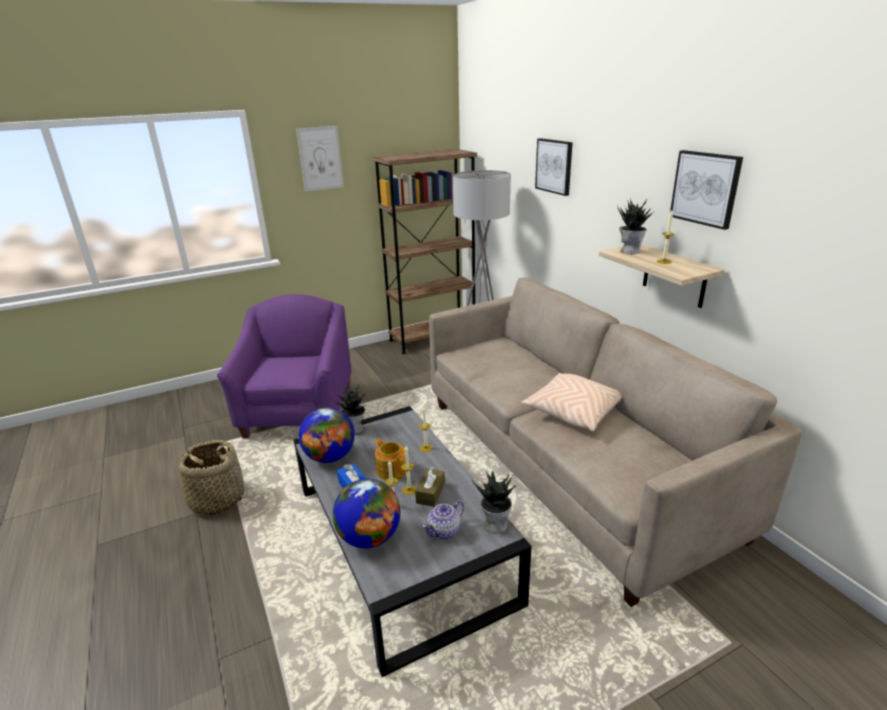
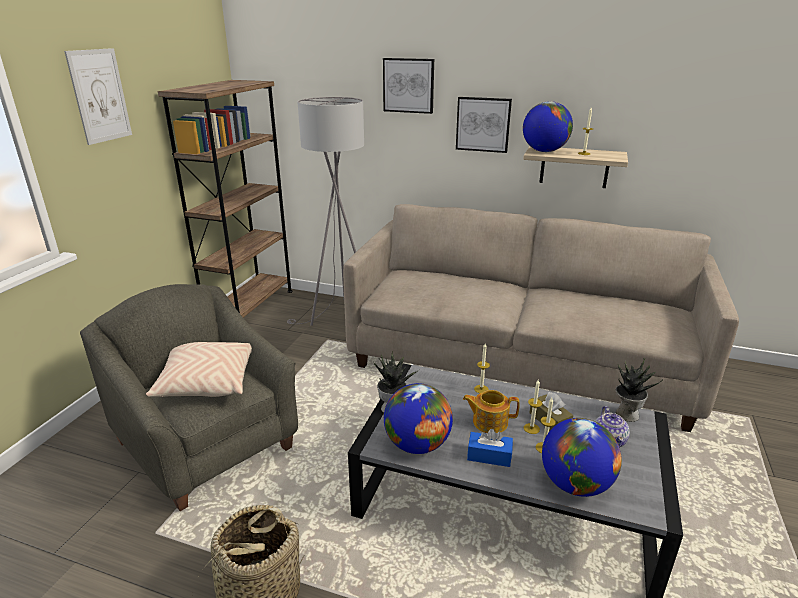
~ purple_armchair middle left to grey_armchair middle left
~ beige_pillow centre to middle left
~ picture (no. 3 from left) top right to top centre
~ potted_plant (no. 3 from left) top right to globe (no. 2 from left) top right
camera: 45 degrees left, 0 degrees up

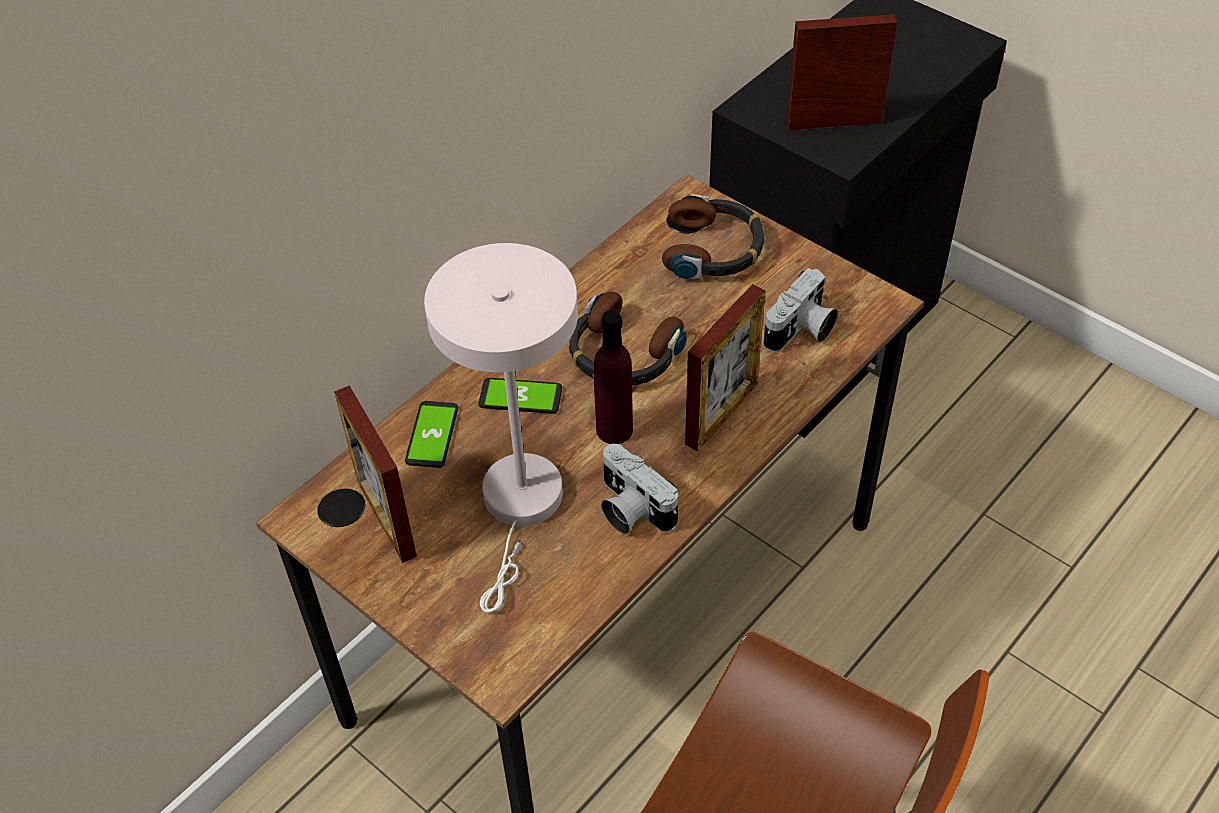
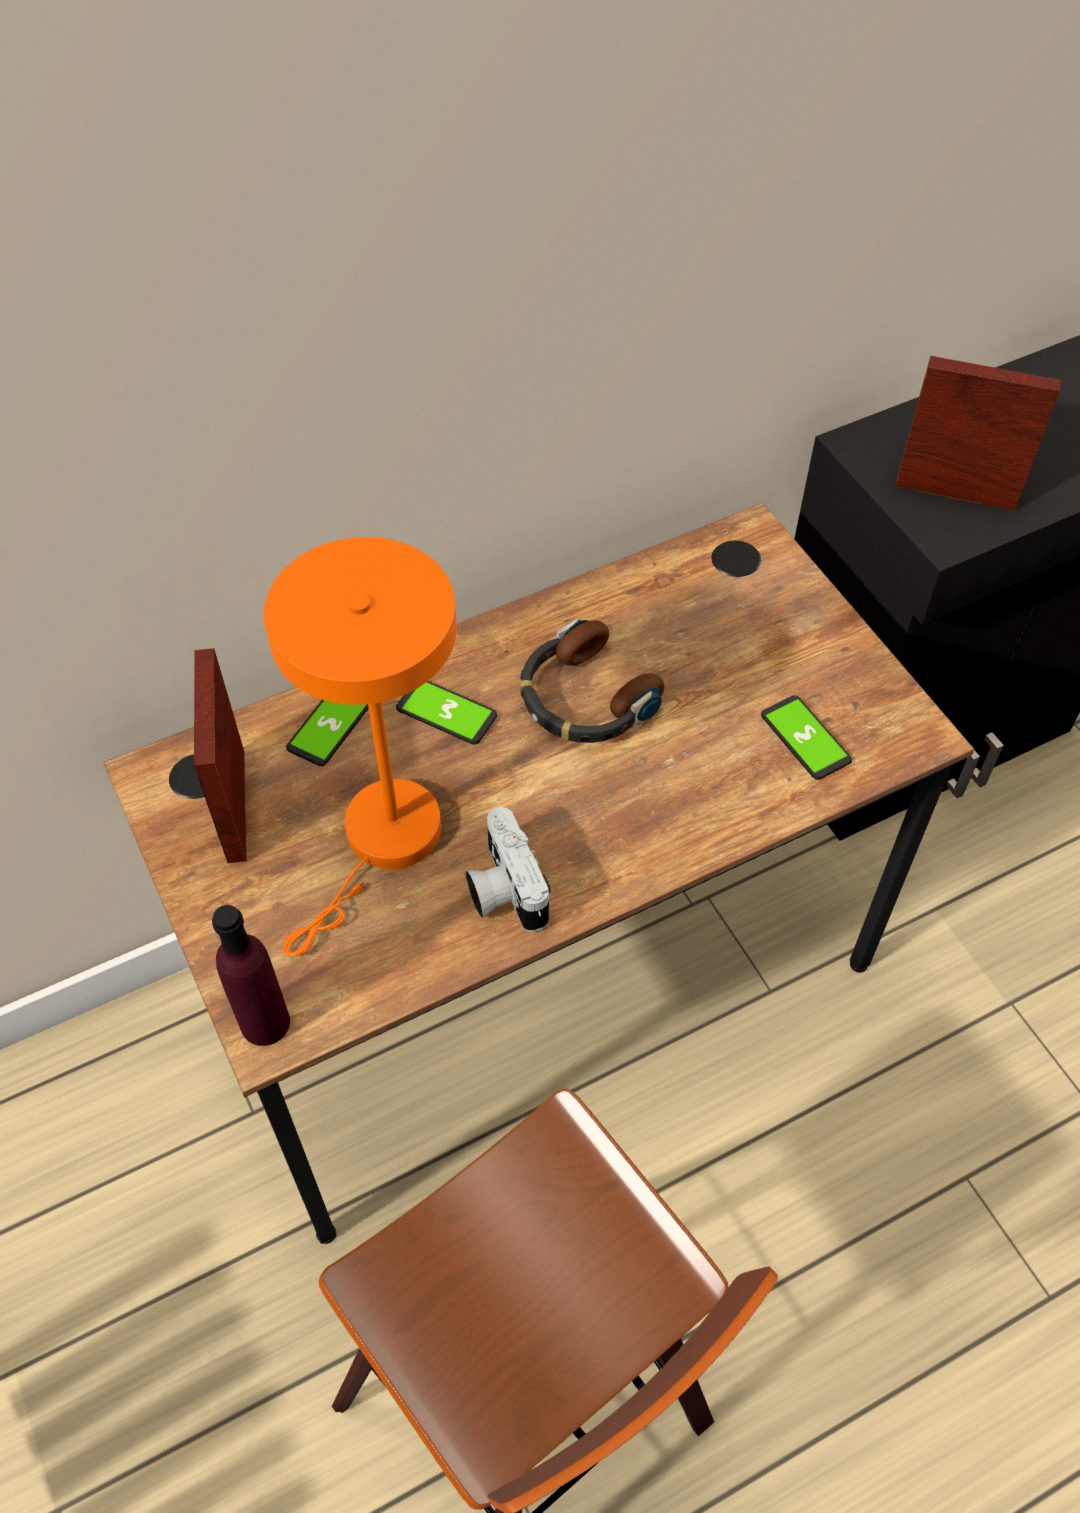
~ purple_bottle centre to middle left
~ white_table_lamp centre to orange_table_lamp centre
~ photo_camera (no. 2 from left) centre to phone (no. 3 from left) middle right
- headphones (no. 2 from left) top centre
- picture_frame (no. 2 from left) centre
camera: 20 degrees right, 5 degrees up

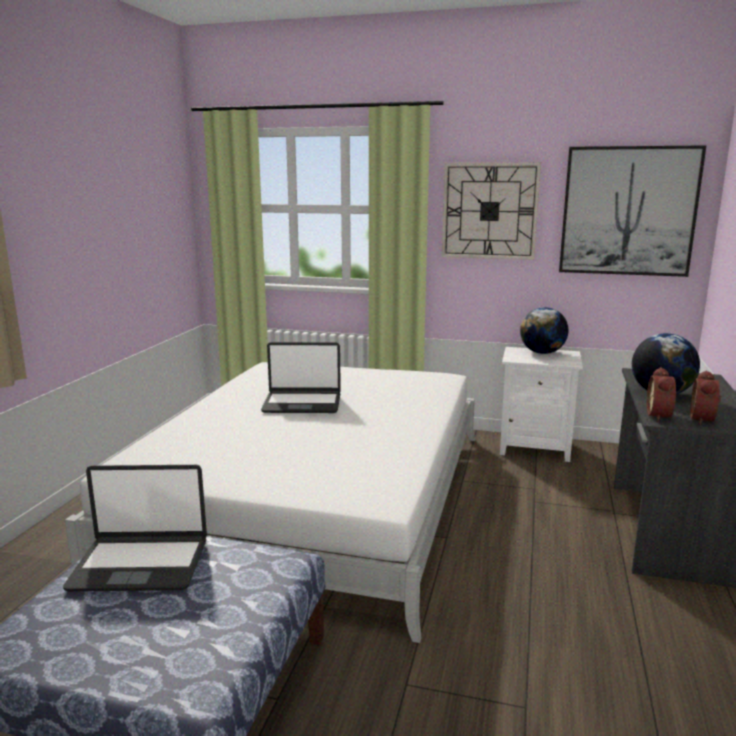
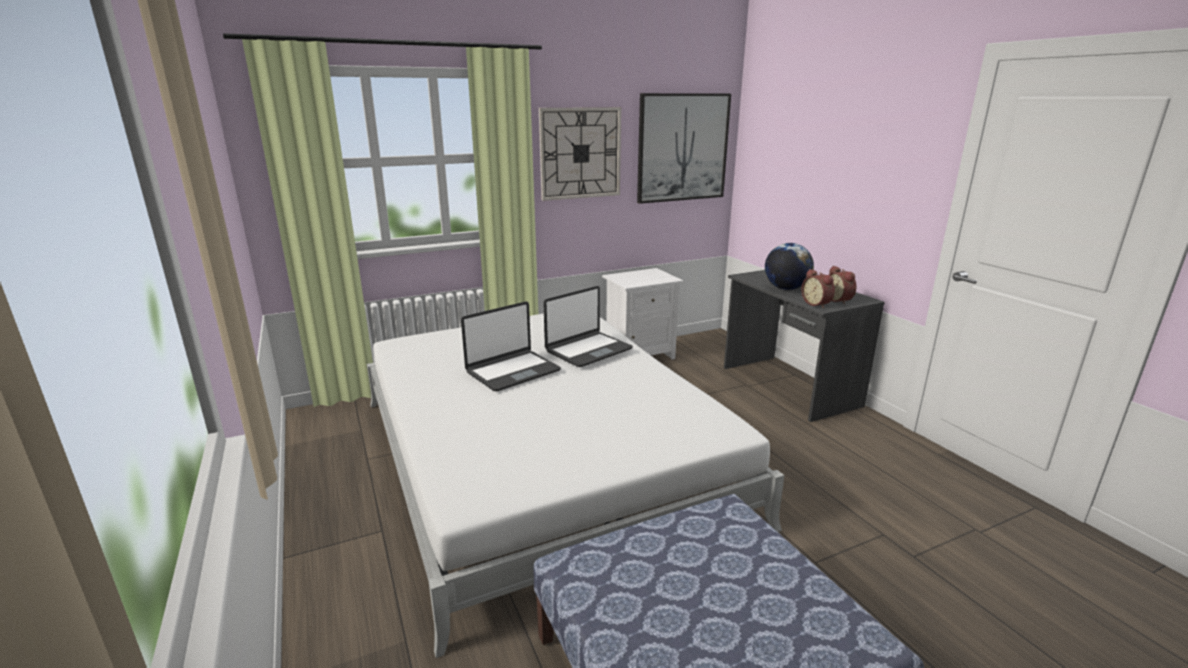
~ laptop (no. 1 from left in the first image) bottom left to laptop (no. 2 from left) centre
- globe (no. 1 from left) middle right
camera: 40 degrees left, 5 degrees up

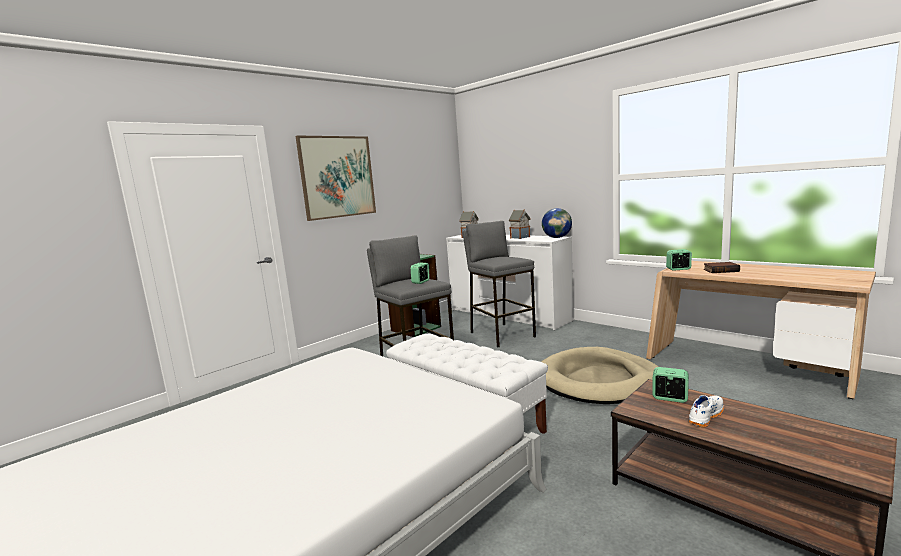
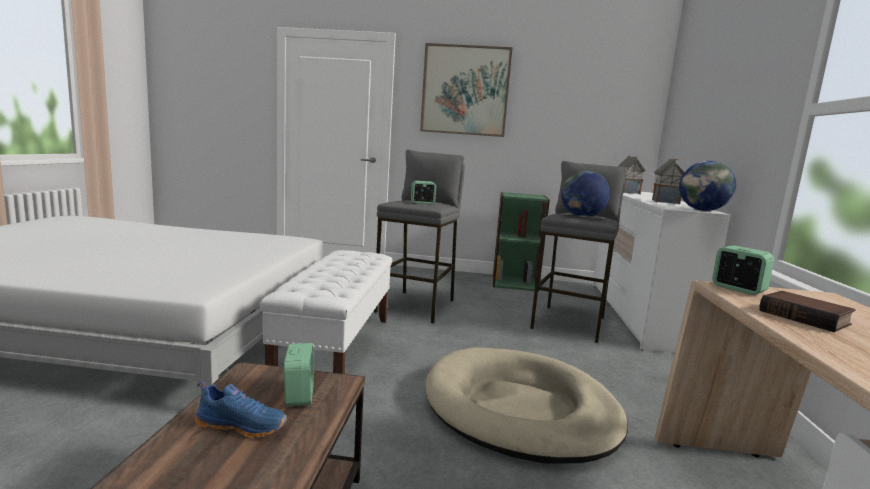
~ white_shoe bottom right to blue_shoe bottom left
+ globe (no. 1 from left) middle right
camera: 50 degrees right, 0 degrees up

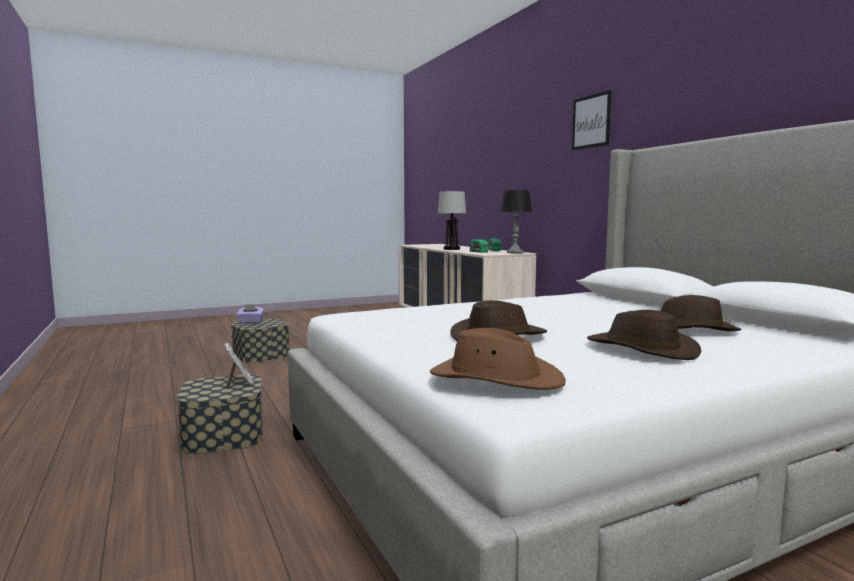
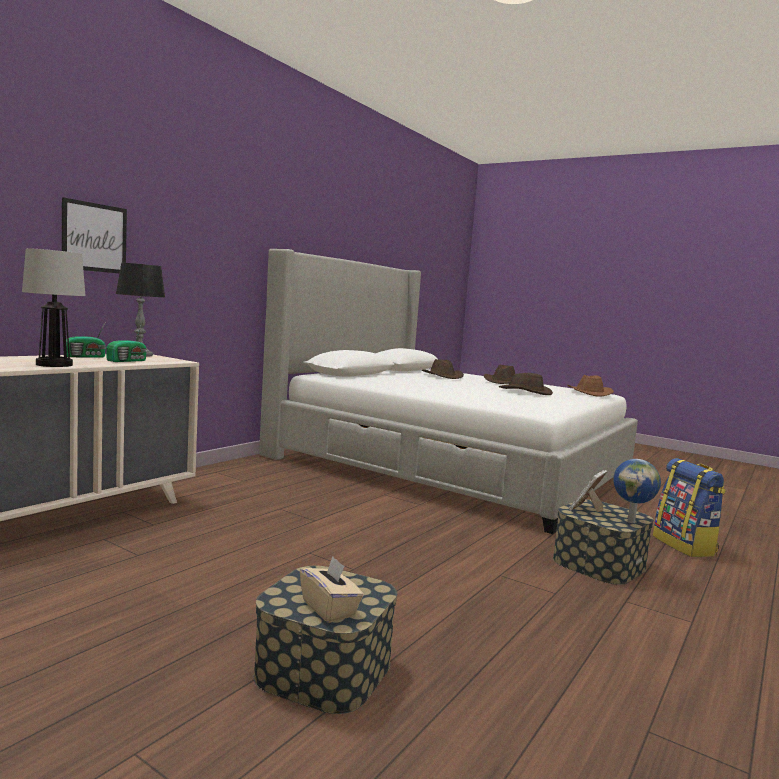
~ picture top right to top left
~ purple_tissue_box middle left to beige_tissue_box bottom centre
+ globe middle right
+ backpack middle right
camera: 120 degrees left, 0 degrees up

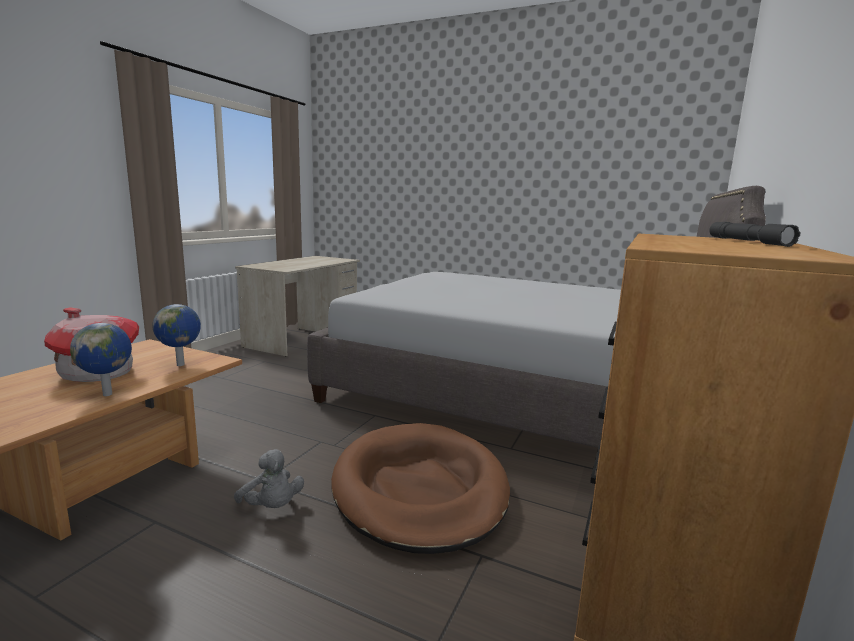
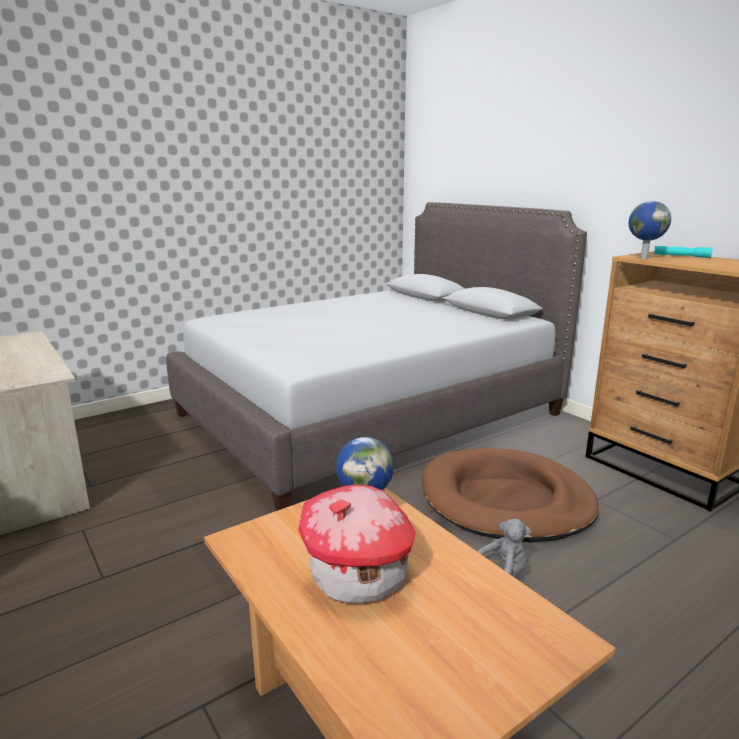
~ globe (no. 1 from left in the first image) middle left to globe (no. 2 from left) top right
~ grey_flashlight middle right to turquoise_flashlight middle right
camera: 60 degrees left, 5 degrees up

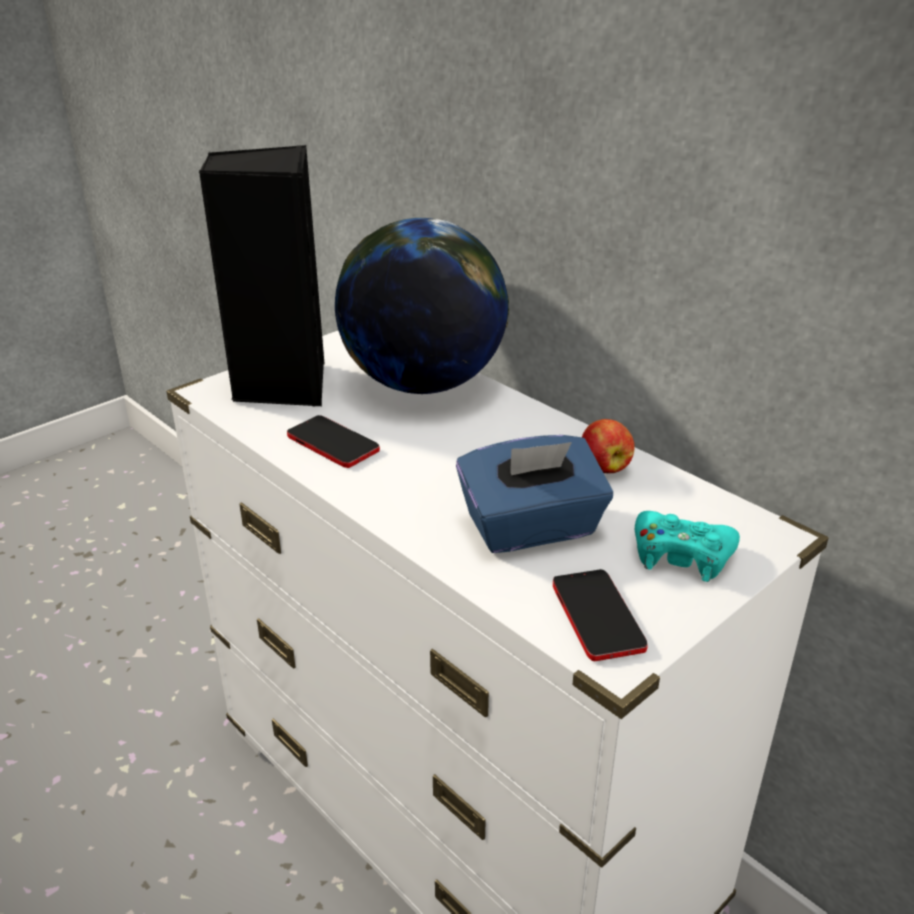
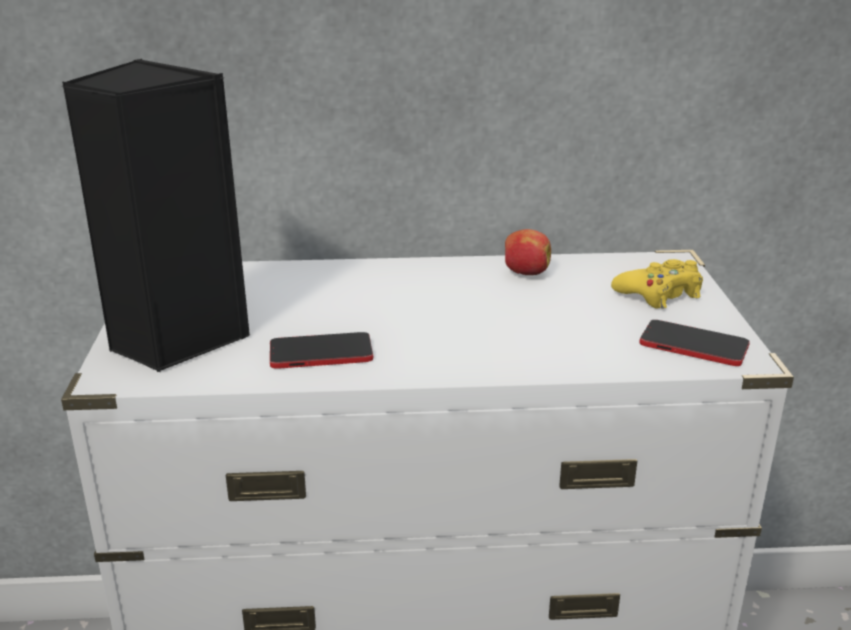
~ turquoise_game_controller middle right to yellow_game_controller middle right
- globe centre
- blue_tissue_box centre
camera: 50 degrees left, 5 degrees down

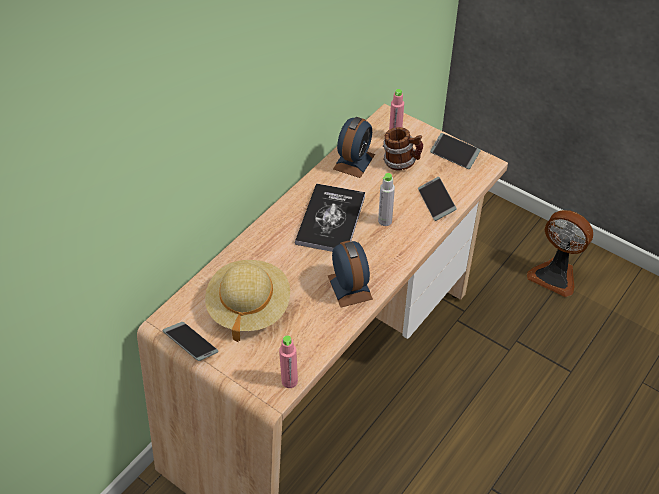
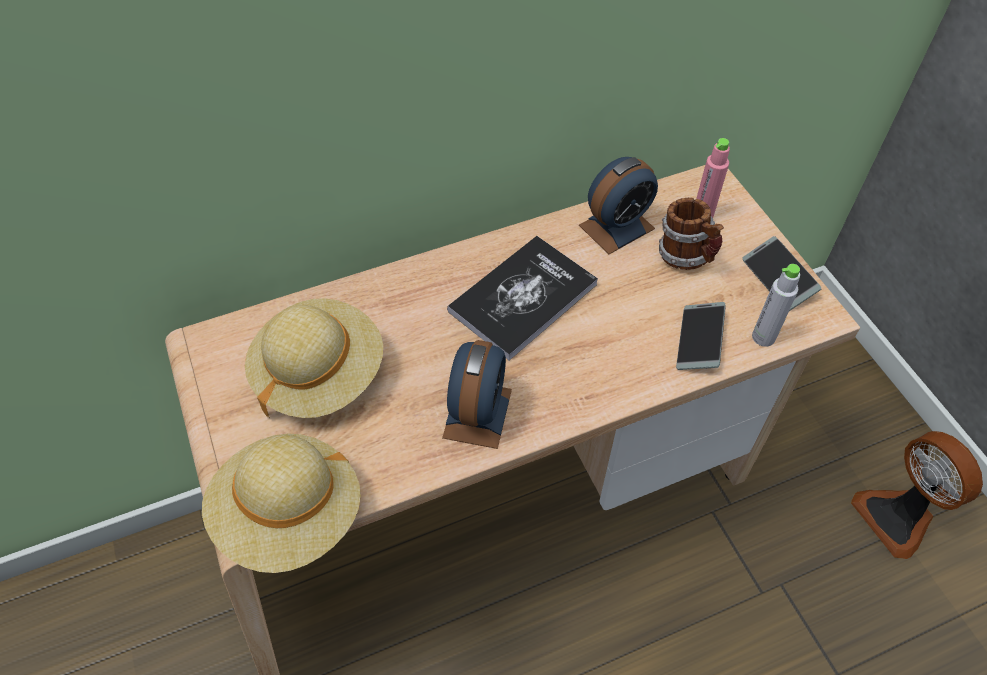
~ pink_bottle (no. 1 from left) bottom centre to beige_hat (no. 1 from left) bottom left
~ grey_bottle centre to middle right
- phone (no. 1 from left) bottom left
camera: 30 degrees right, 5 degrees up

